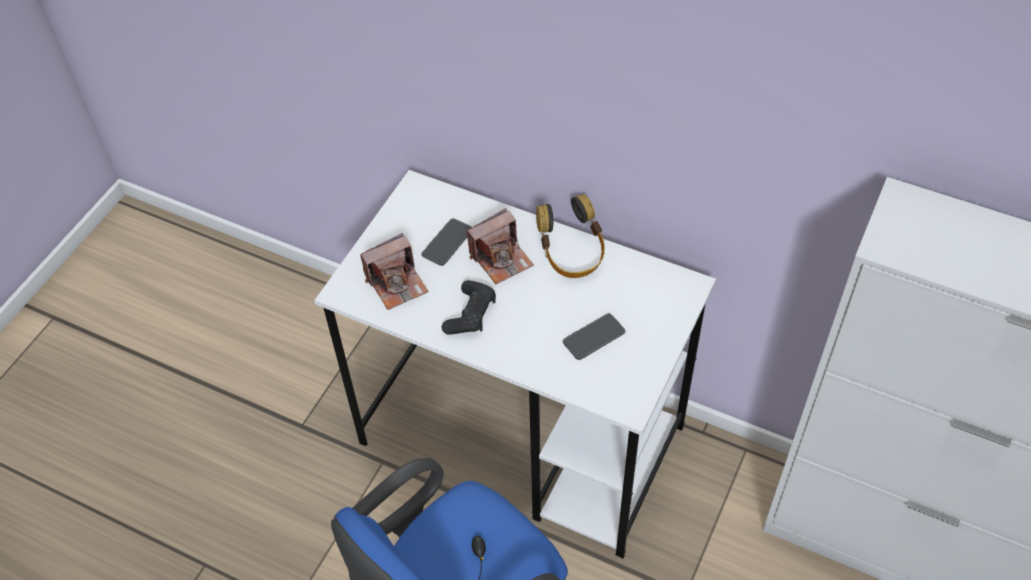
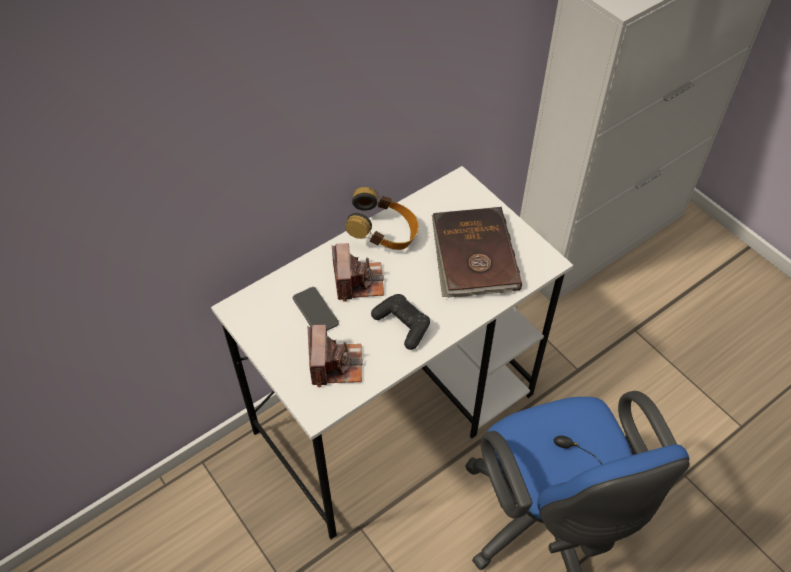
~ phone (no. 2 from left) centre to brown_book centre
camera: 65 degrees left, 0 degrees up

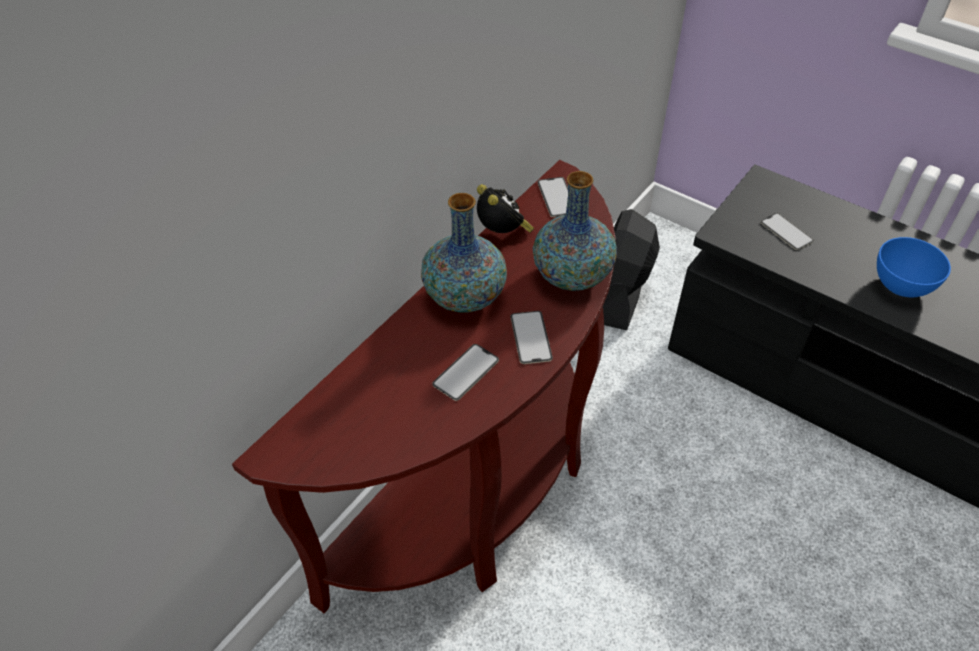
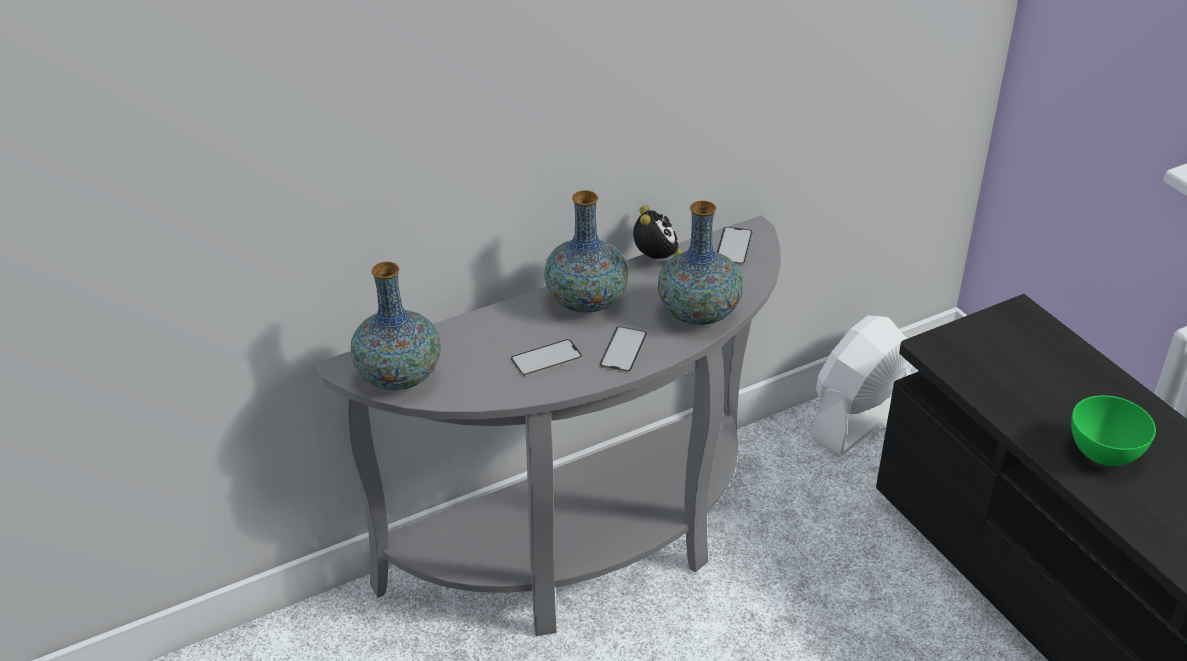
~ brown_console_table centre to grey_console_table centre
+ vase (no. 1 from left) centre
~ black_fan centre to white_fan middle right
~ blue_bowl middle right to green_bowl middle right
- phone (no. 4 from left) middle right
camera: 25 degrees right, 10 degrees down

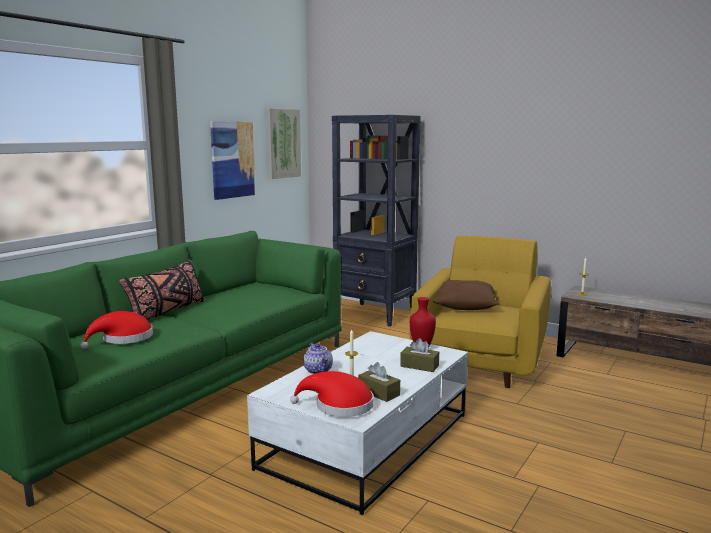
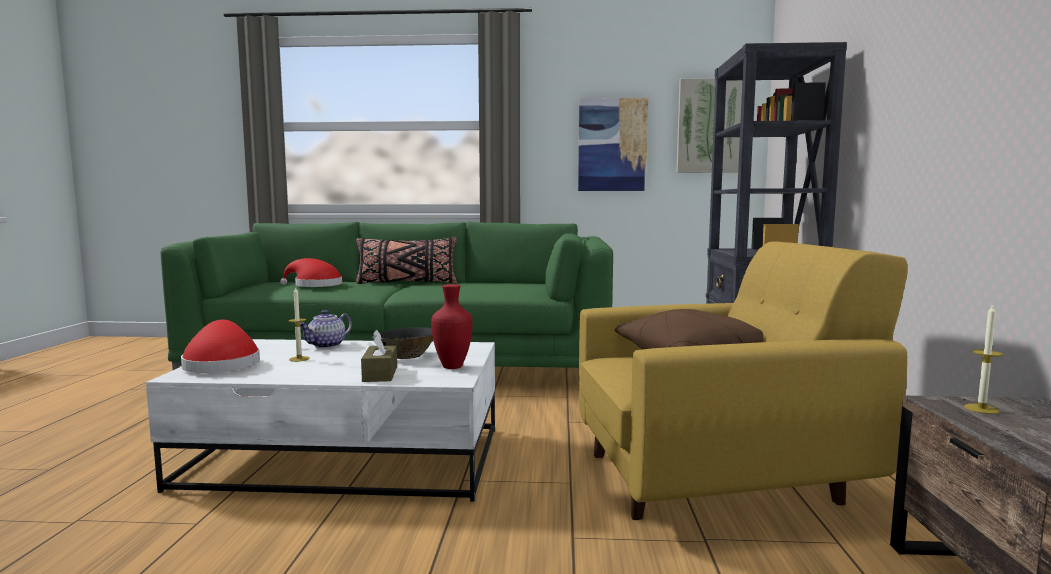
+ black_bowl centre
- brown_tissue_box (no. 1 from left) bottom centre
camera: 60 degrees right, 5 degrees down

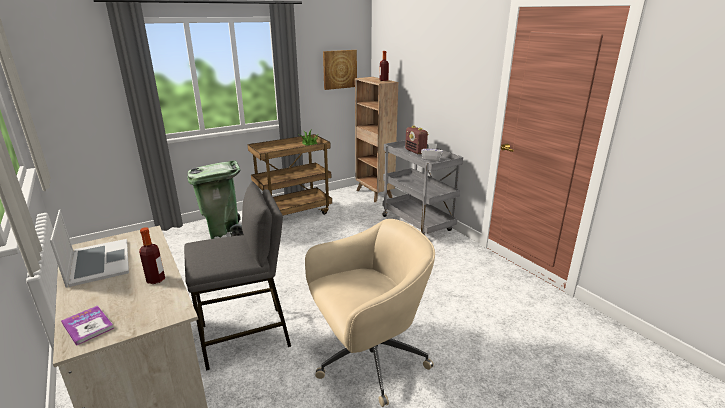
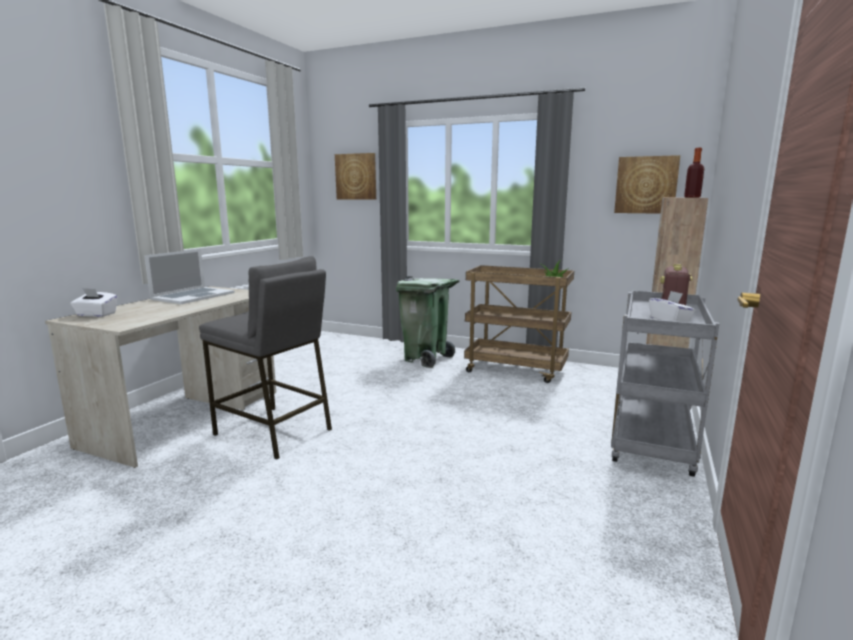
~ book bottom left to white_tissue_box (no. 1 from left) middle left
+ picture (no. 1 from left) top centre
- bottle (no. 1 from left) middle left
- beige_office_chair bottom centre
camera: 55 degrees right, 10 degrees down

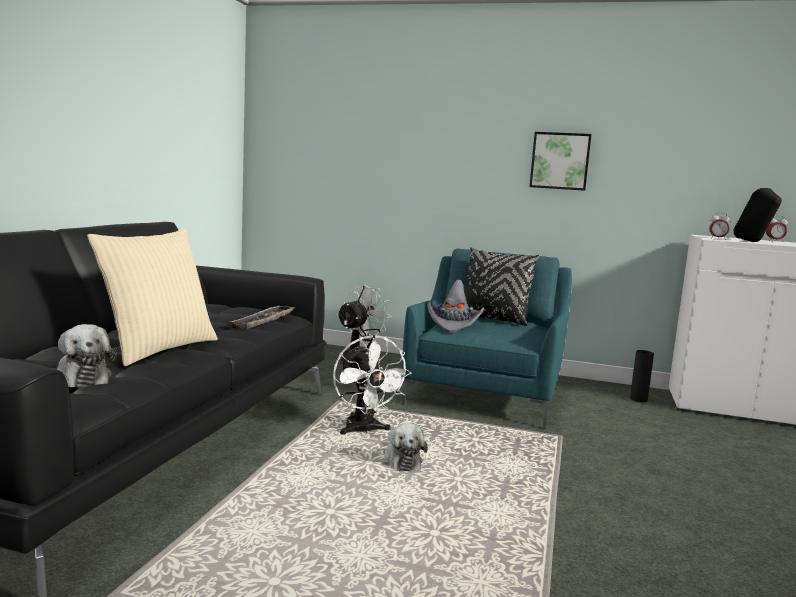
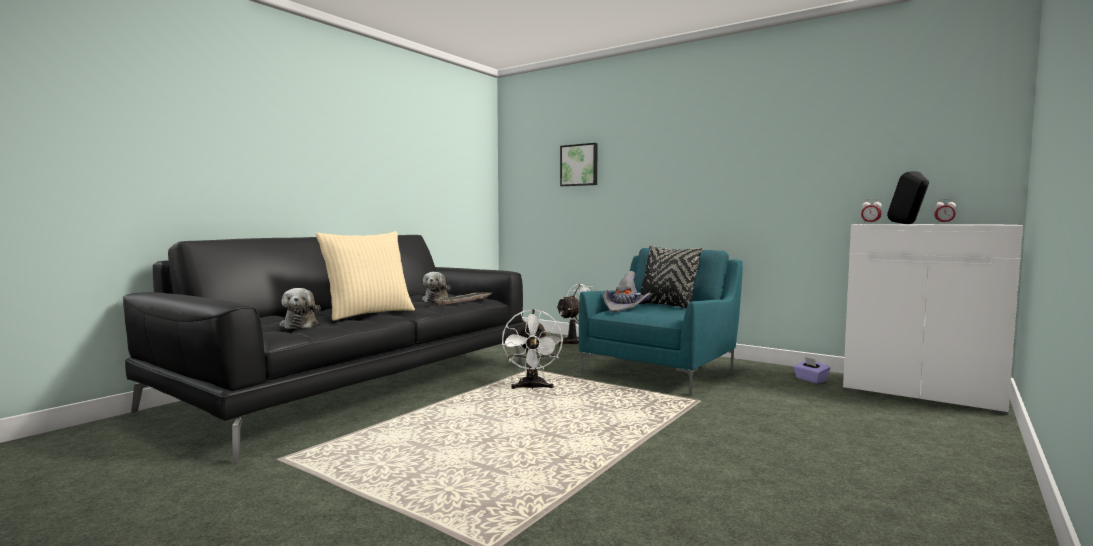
~ plush_toy (no. 2 from left) bottom centre to centre
~ picture top right to top centre
~ black_vase middle right to purple_tissue_box bottom right
camera: 20 degrees right, 5 degrees down

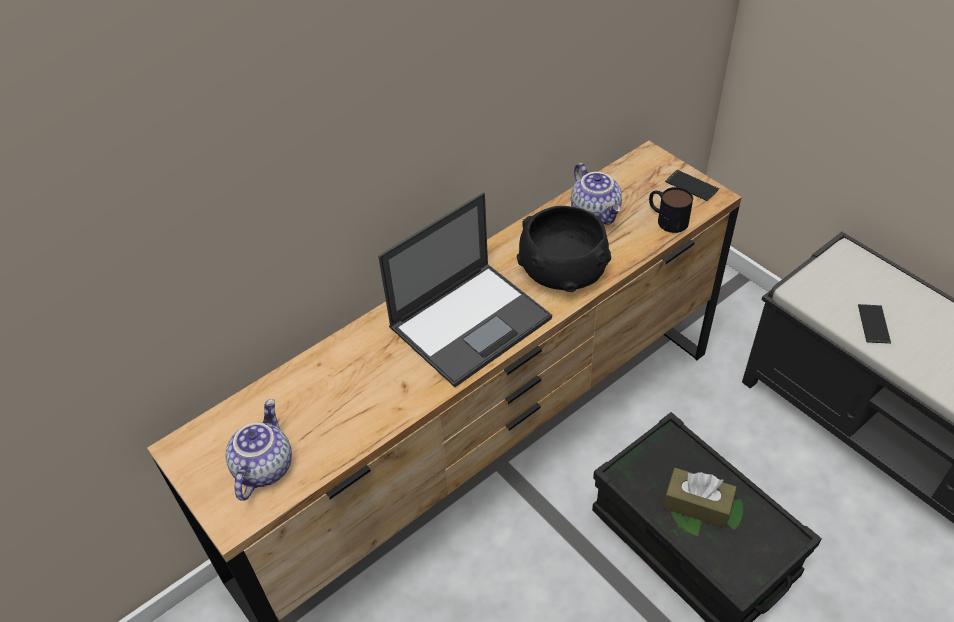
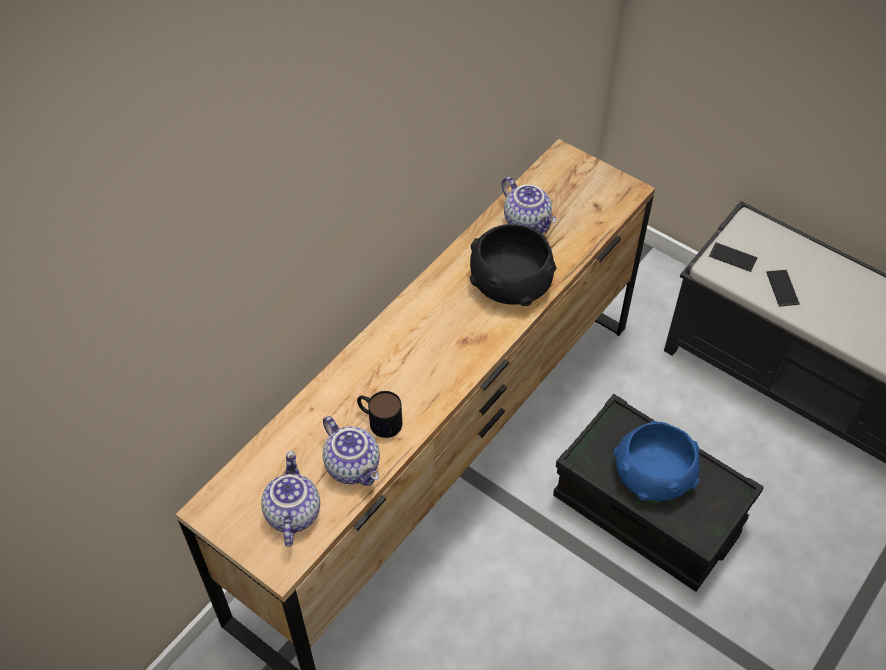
+ teapot (no. 2 from left) bottom centre
~ mug middle right to centre
~ brown_tissue_box bottom right to blue_bowl bottom right
~ phone (no. 1 from left) top right to middle right
- laptop centre
camera: 15 degrees left, 5 degrees up

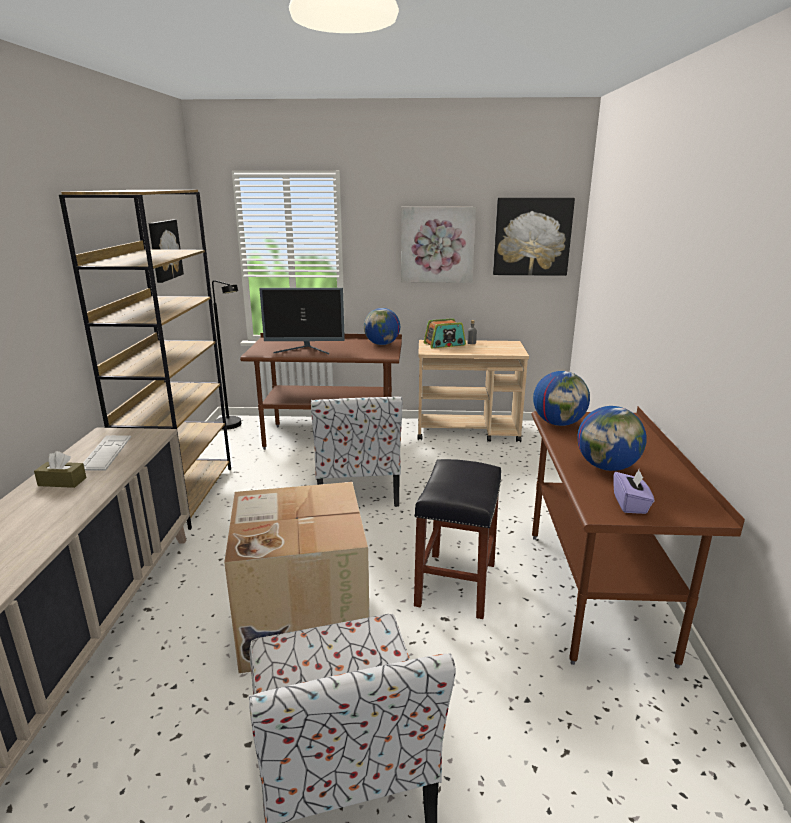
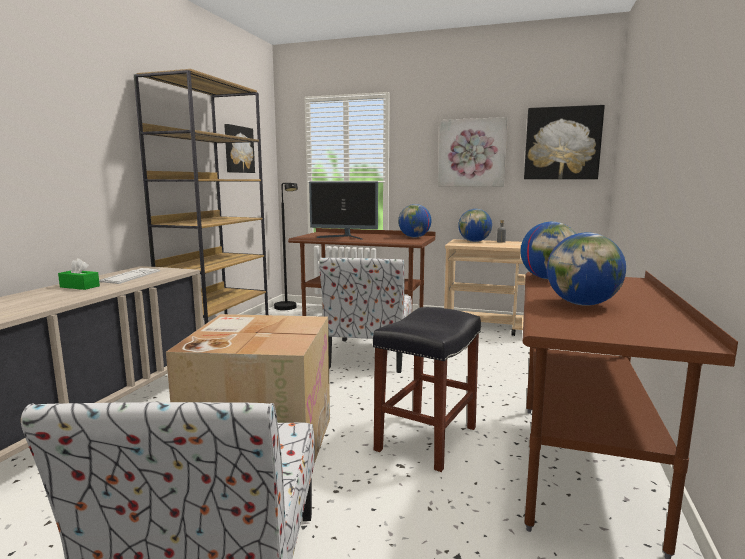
~ brown_tissue_box middle left to green_tissue_box middle left
~ radio centre to globe (no. 2 from left) centre
- purple_tissue_box middle right
camera: 15 degrees right, 10 degrees down

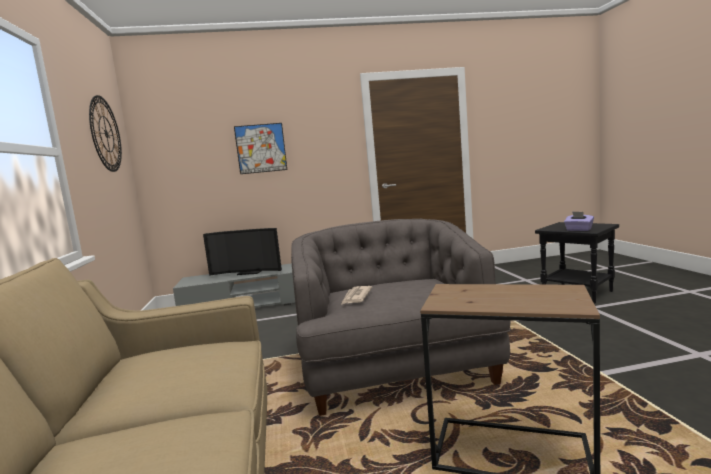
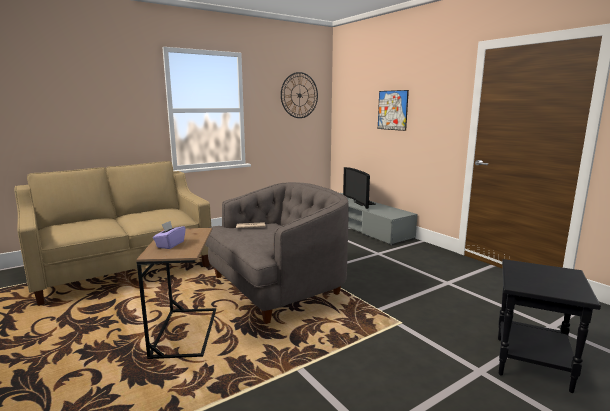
~ purple_tissue_box middle right to middle left
camera: 65 degrees right, 5 degrees up

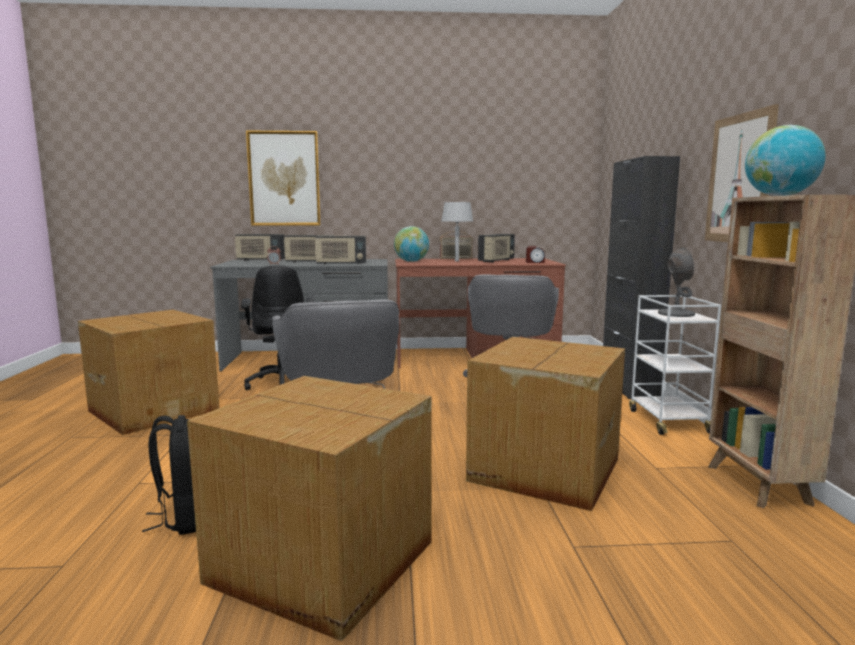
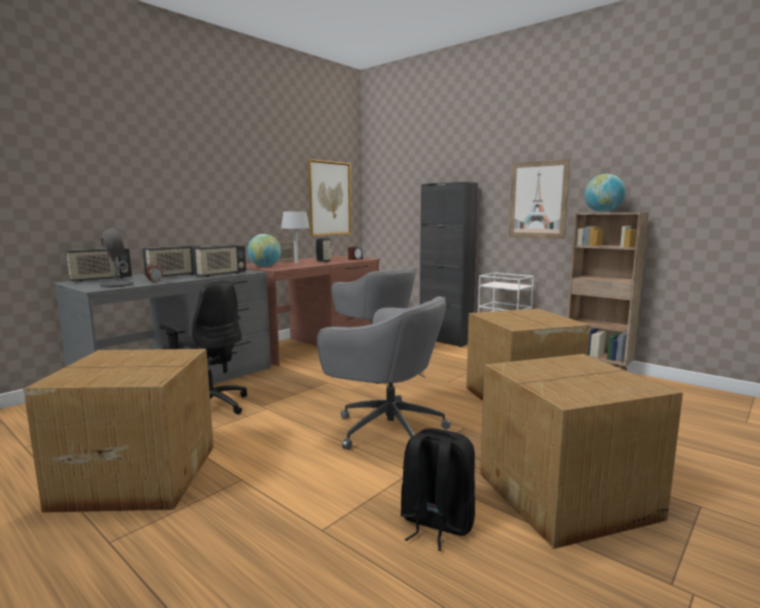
~ grey_table_lamp (no. 2 from left in the first image) middle right to grey_table_lamp (no. 1 from left) middle left
~ picture (no. 1 from left) top left to top centre
camera: 45 degrees left, 0 degrees up

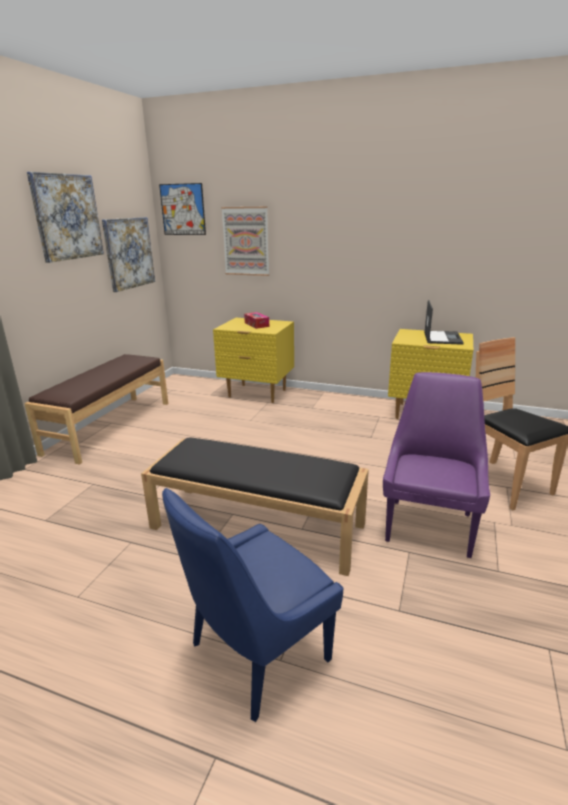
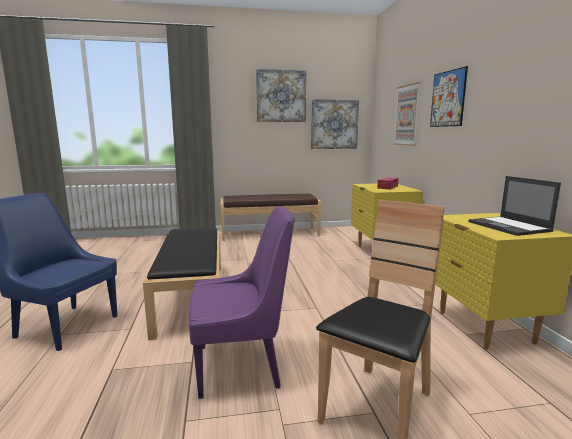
~ picture (no. 3 from left in the first image) top left to picture (no. 4 from left) top right
~ laptop middle right = middle right 90 degrees clockwise
camera: 60 degrees right, 10 degrees down

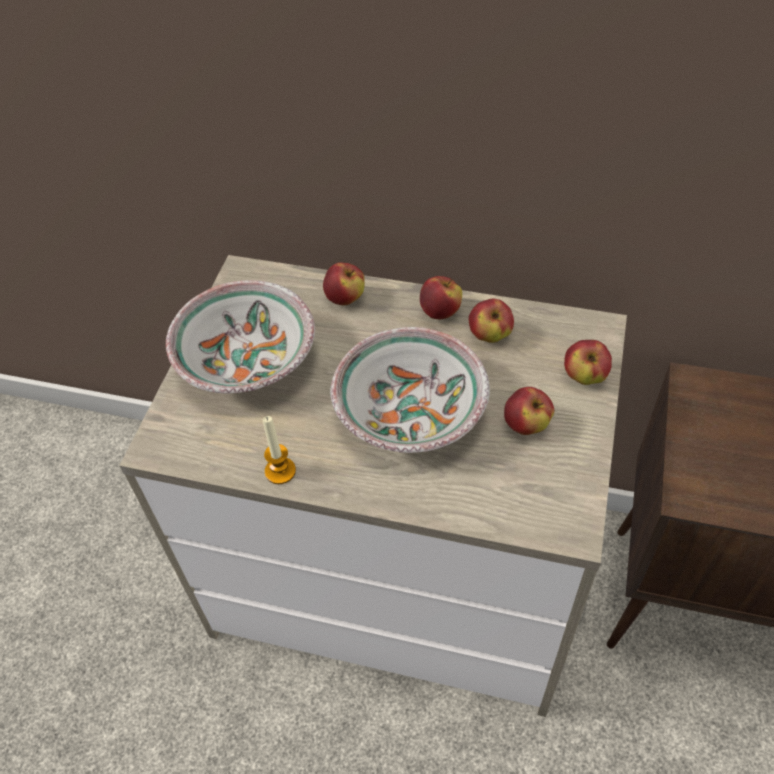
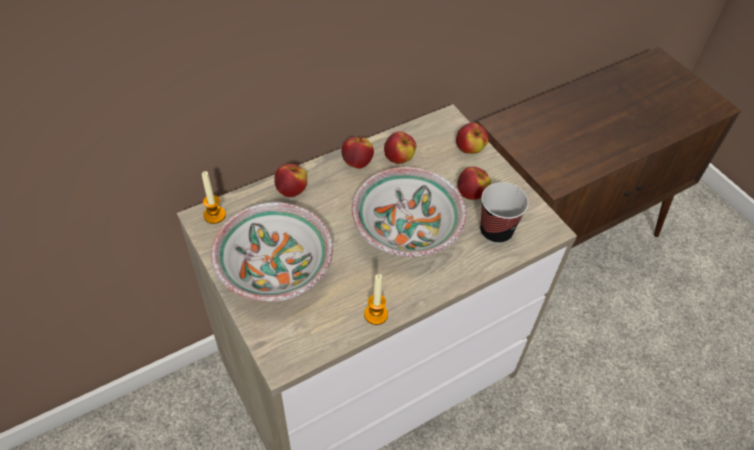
+ candle (no. 1 from left) middle left
+ cup middle right
camera: 50 degrees left, 0 degrees up

